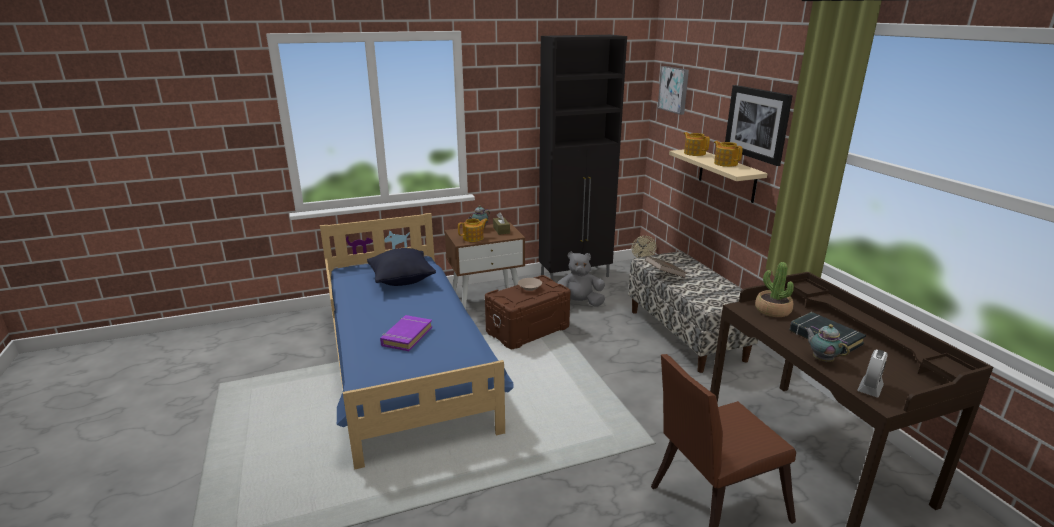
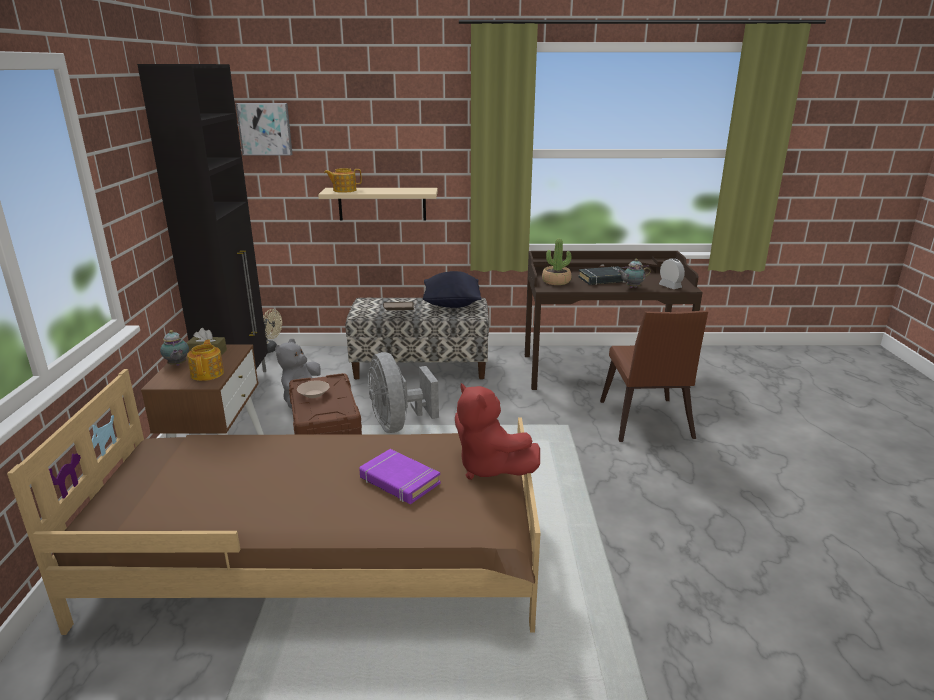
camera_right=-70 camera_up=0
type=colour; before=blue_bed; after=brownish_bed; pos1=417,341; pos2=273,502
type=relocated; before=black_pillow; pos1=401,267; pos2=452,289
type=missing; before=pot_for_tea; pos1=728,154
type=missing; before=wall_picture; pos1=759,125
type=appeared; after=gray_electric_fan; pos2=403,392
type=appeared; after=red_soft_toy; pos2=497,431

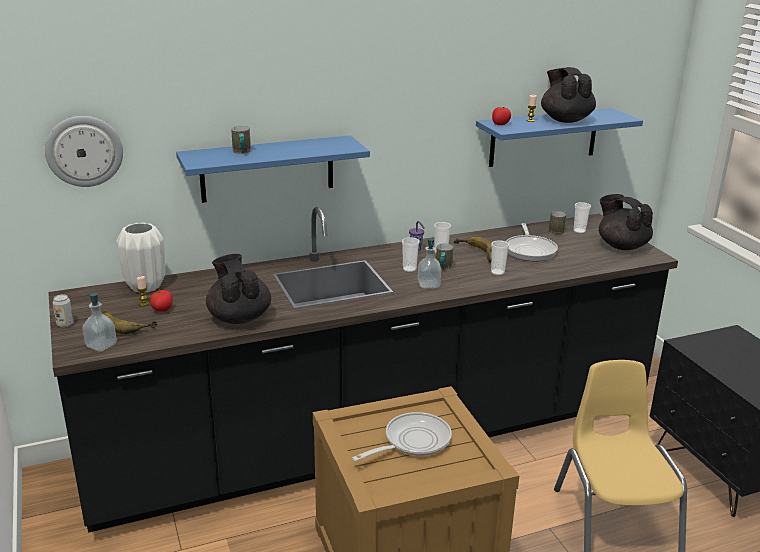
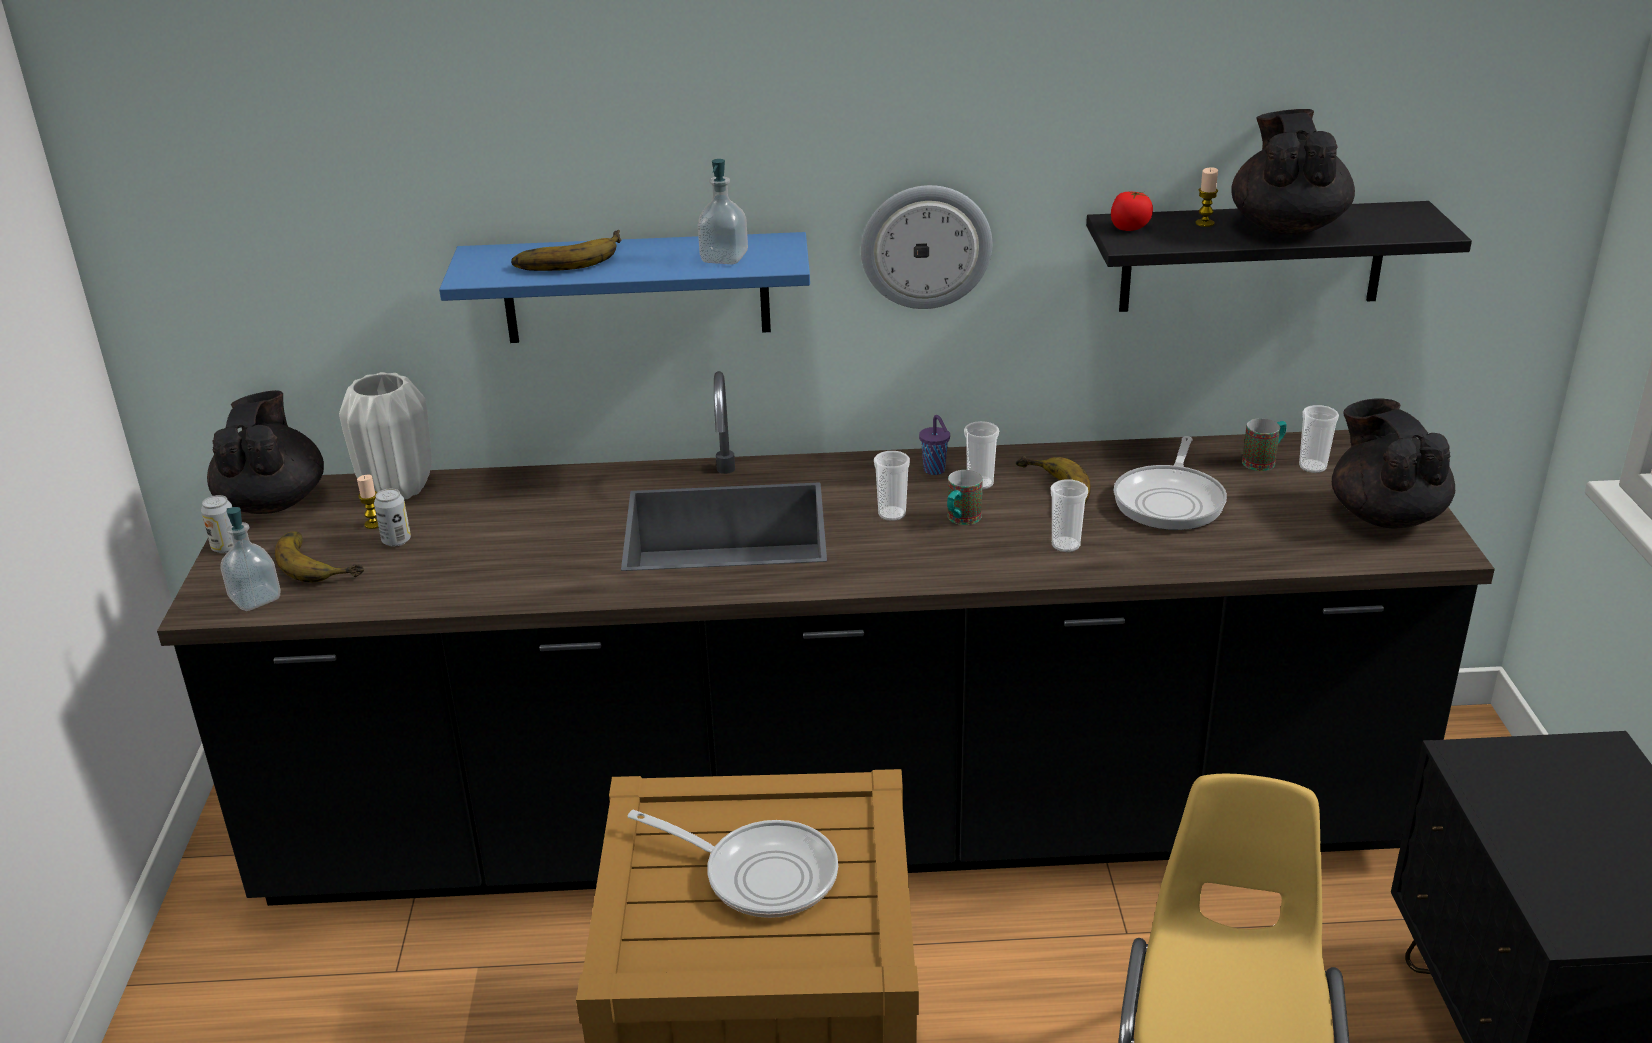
camera_right=20 camera_up=5
type=relocated; before=hanging_clock; pos1=84,151; pos2=926,247
type=exchanged; before=fresh_tomato; after=metal_can; pos1=161,301; pos2=392,517
type=relocated; before=black_pot_for_tea; pos1=238,289; pos2=265,452
type=exchanged; before=tea_mug; after=banana_fruit; pos1=241,140; pos2=566,250
type=spun; before=skillet; pos1=402,436; pos2=733,864; turn=45
type=relocated; before=liquid_soap_bottle; pos1=429,263; pos2=723,211
type=colour; before=blue_bracket_shelf; after=black_bracket_shelf; pos1=559,137; pos2=1279,256

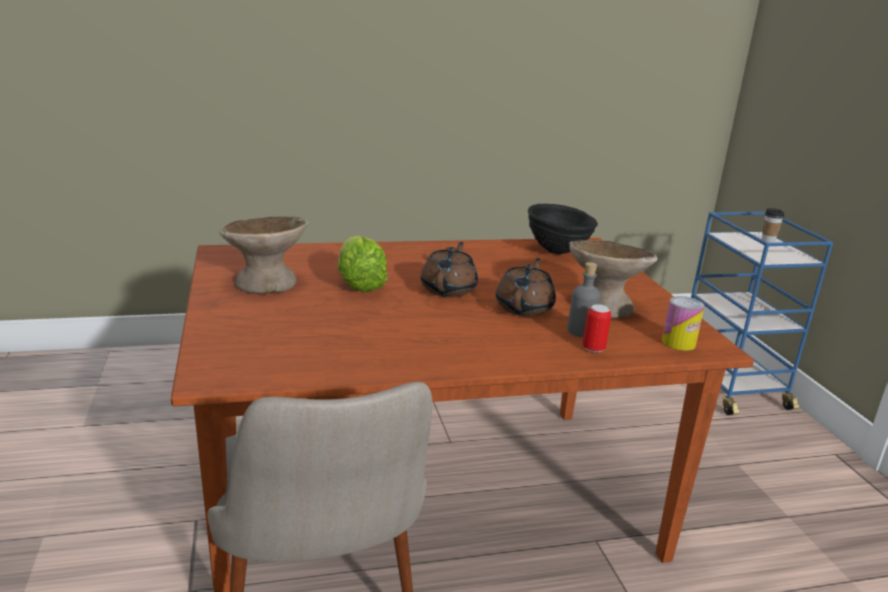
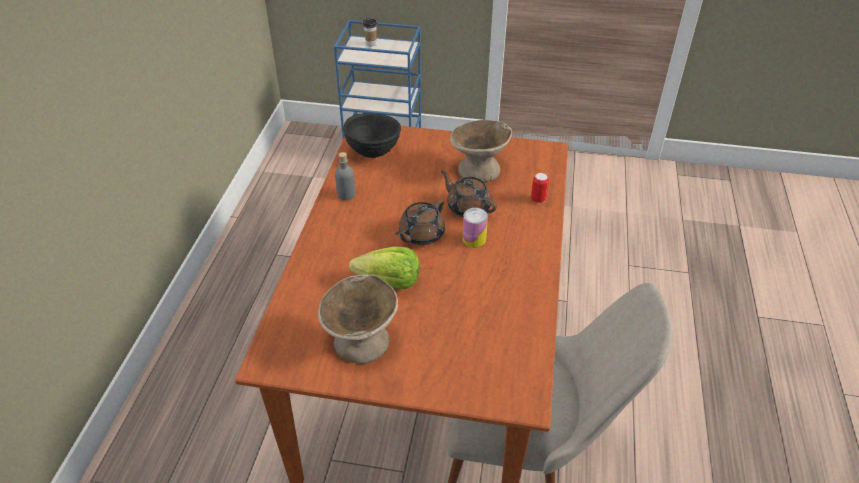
camera_right=-65 camera_up=20
type=spun; before=brownish_pot_for_tea; pos1=449,269; pos2=420,222; turn=-90
type=relocated; before=gray_bottle; pos1=583,299; pos2=345,176
type=relocated; before=metal_can; pos1=683,323; pos2=475,228

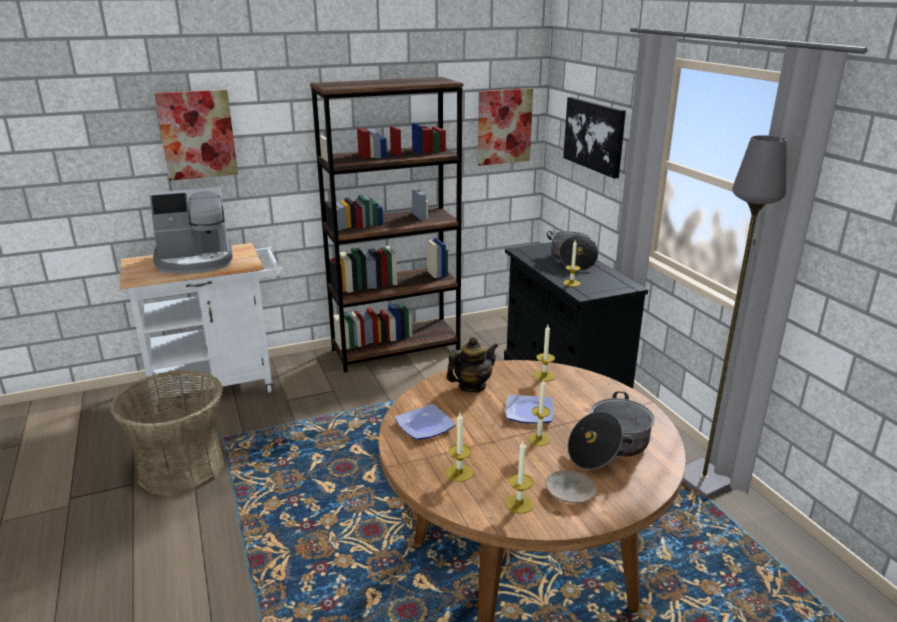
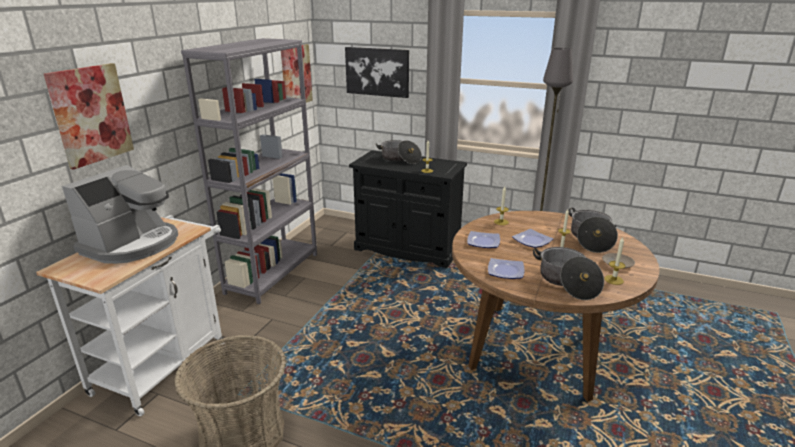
camera_right=-45 camera_up=0
type=colour; before=brownish_shelving_unit; after=gray_shelving_unit; pos1=386,224; pos2=249,171
type=exchanged; before=pot_for_tea; after=dinner_plate; pos1=472,364; pos2=483,239
type=exchanged; before=wax_candle; after=cooking_pot; pos1=459,447; pos2=568,273

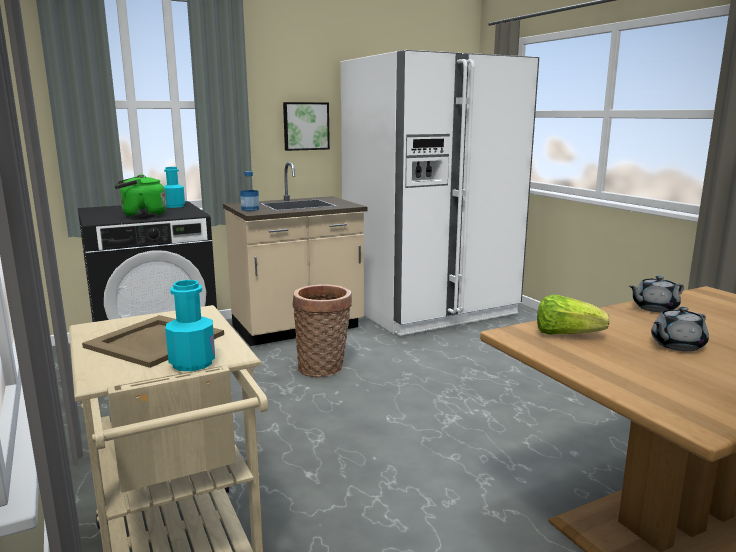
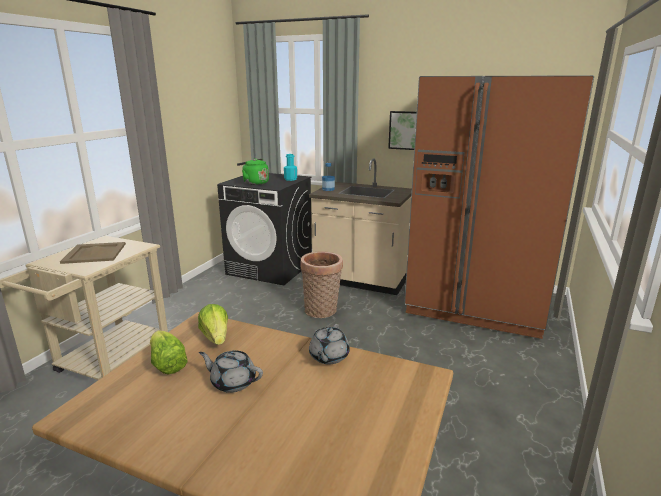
camera_right=50 camera_up=5
type=missing; before=blue-green_bottle; pos1=190,325
type=colour; before=white_fridge; after=brownish_fridge; pos1=440,193; pos2=499,207
type=spun; before=gray_pot_for_tea; pos1=656,293; pos2=329,344; turn=-105
type=appeared; after=lettuce; pos2=169,352

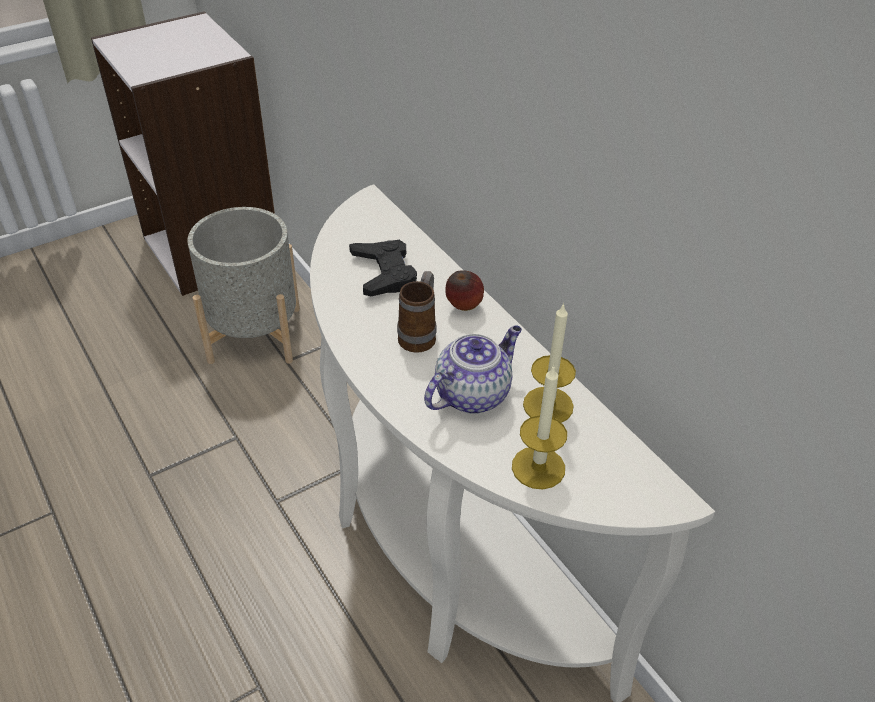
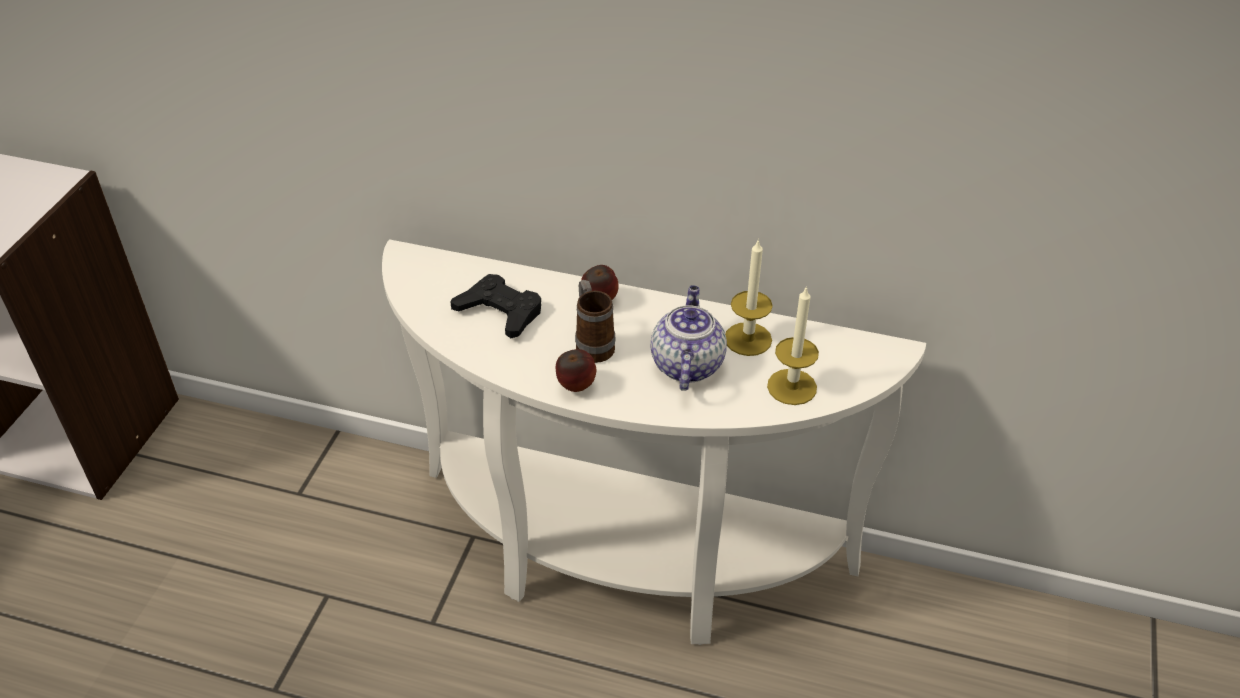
camera_right=-40 camera_up=0
type=missing; before=gray_plant_pot; pos1=243,285
type=appeared; after=apple_fruit; pos2=576,370

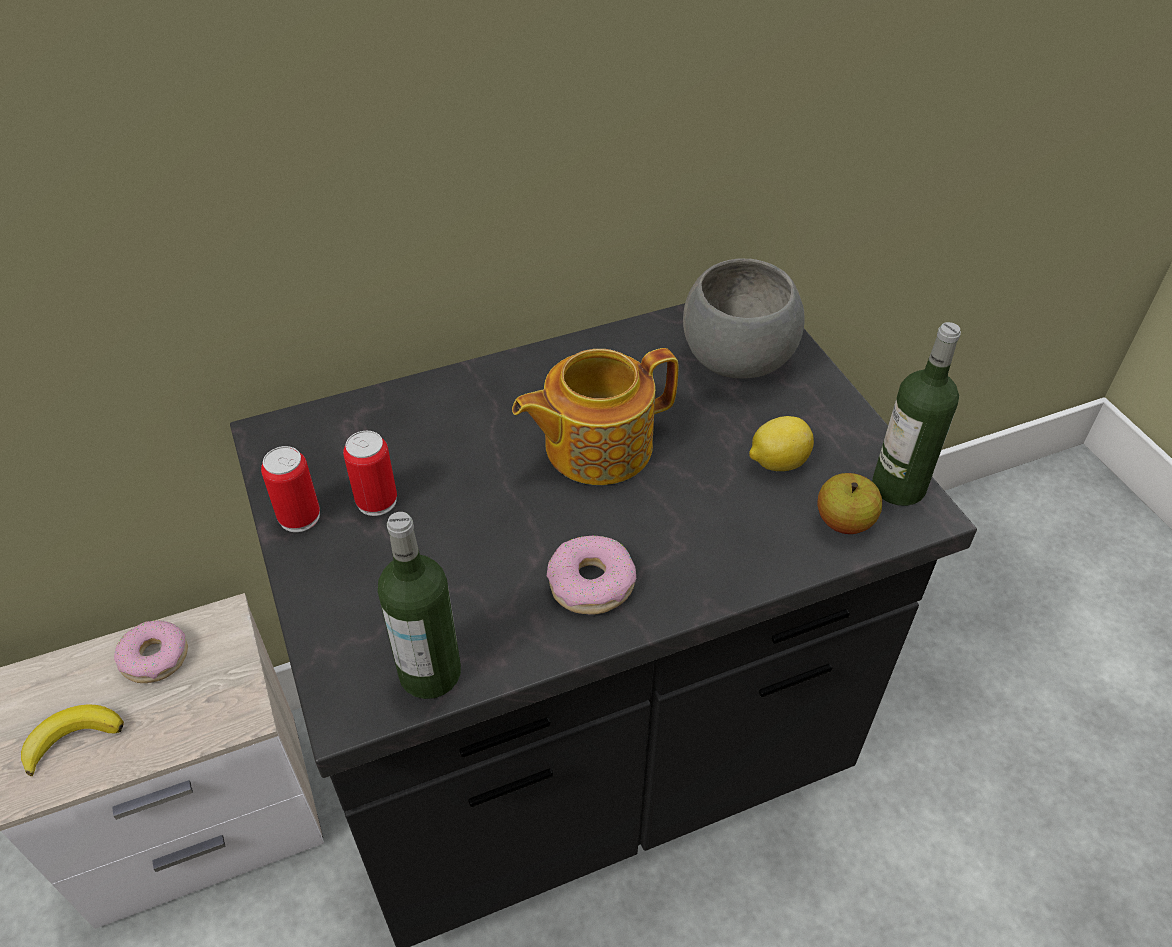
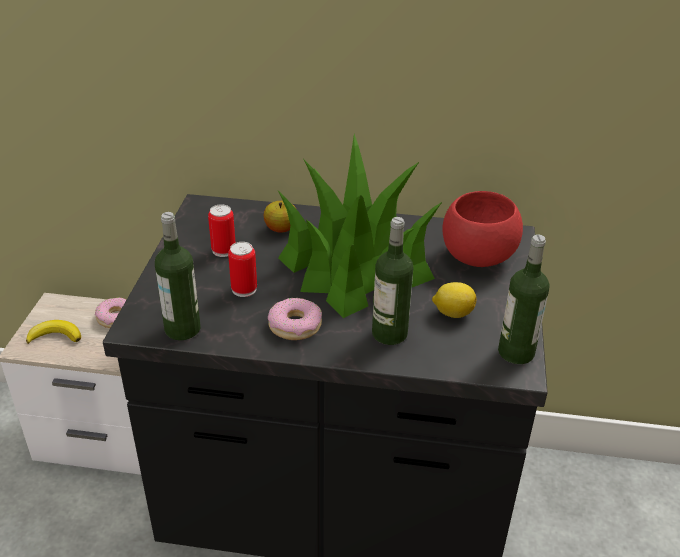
camera_right=30 camera_up=-10
type=relocated; before=metal_can; pos1=290,489; pos2=242,269
type=exchanged; before=pot_for_tea; after=houseplant; pos1=595,416; pos2=360,226
type=colour; before=gray_serving_bowl; after=red_serving_bowl; pos1=744,318; pos2=482,229
type=relocated; before=apple_fruit; pos1=849,503; pos2=279,217
type=appeared; after=bottle; pos2=392,281

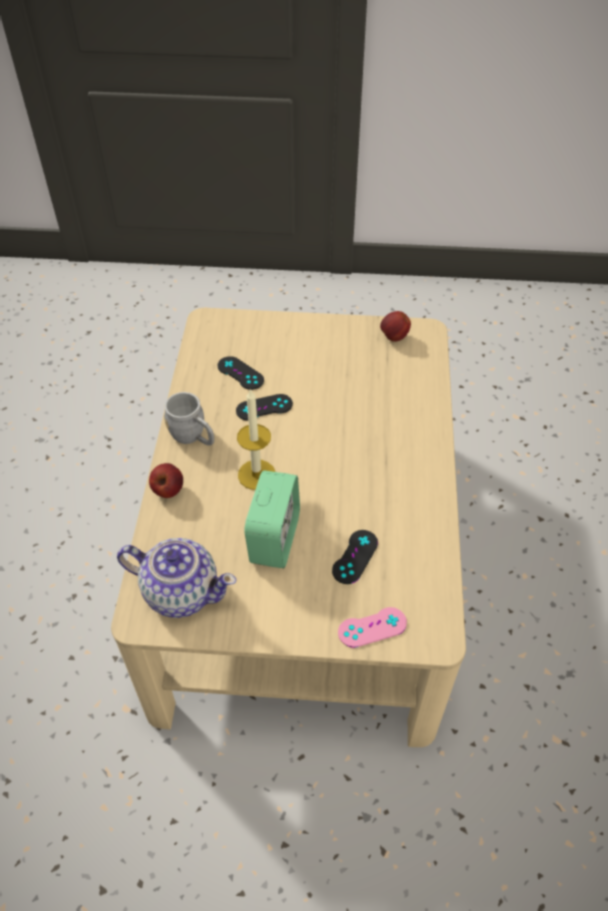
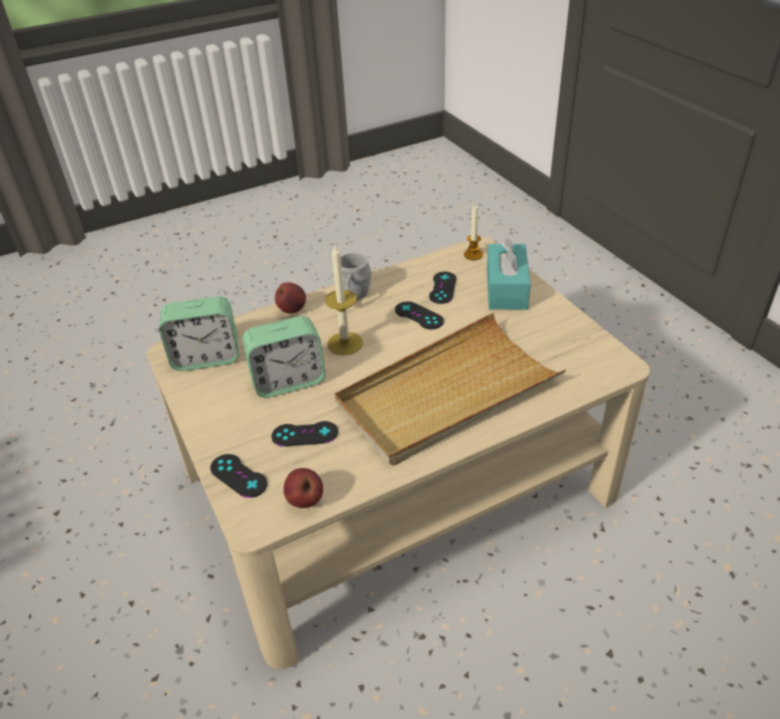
camera_right=60 camera_up=-10
type=exchanged; before=pot_for_tea; after=table_clock; pos1=176,578; pos2=199,333
type=colour; before=pinkish_gamepad; after=black_gamepad; pos1=372,627; pos2=238,476
type=relocated; before=apple_fruit; pos1=395,326; pos2=303,488
type=appeared; after=sand-coloured_tray; pos2=450,389
type=appeared; after=wax_candle; pos2=473,232
type=appeared; after=blue-green_tissue_box; pos2=509,272

